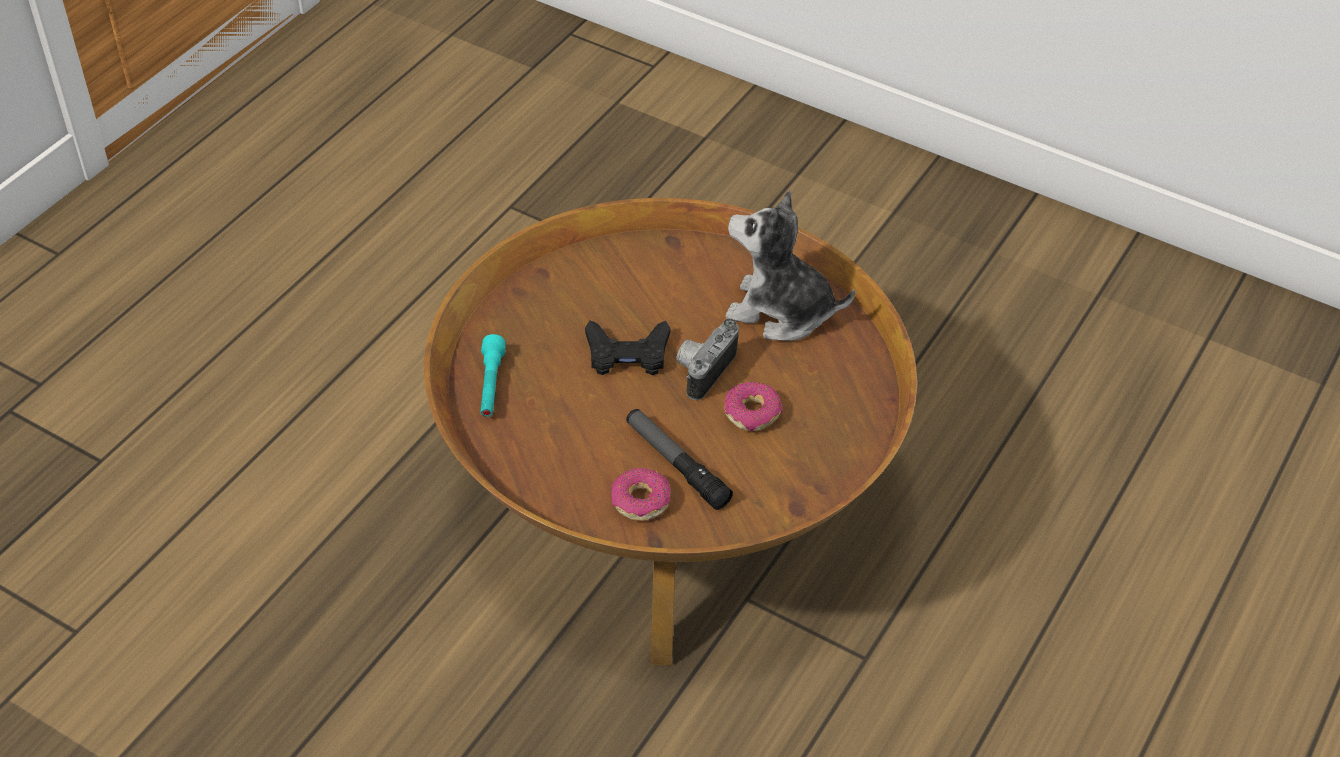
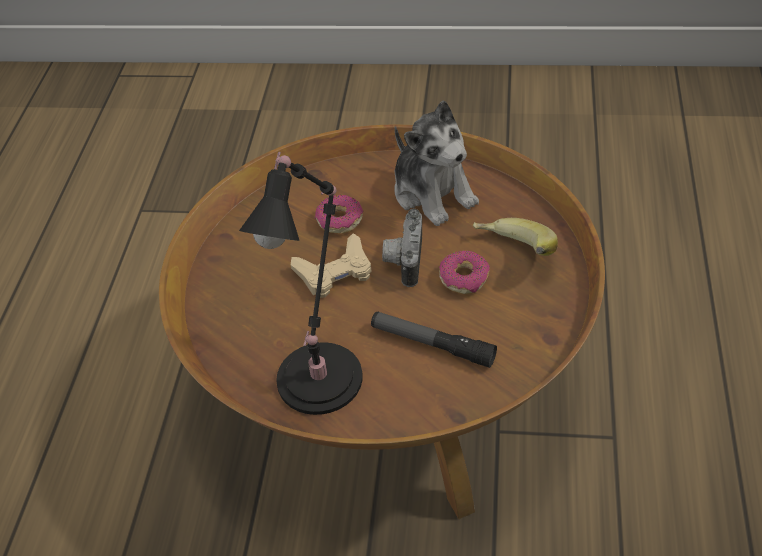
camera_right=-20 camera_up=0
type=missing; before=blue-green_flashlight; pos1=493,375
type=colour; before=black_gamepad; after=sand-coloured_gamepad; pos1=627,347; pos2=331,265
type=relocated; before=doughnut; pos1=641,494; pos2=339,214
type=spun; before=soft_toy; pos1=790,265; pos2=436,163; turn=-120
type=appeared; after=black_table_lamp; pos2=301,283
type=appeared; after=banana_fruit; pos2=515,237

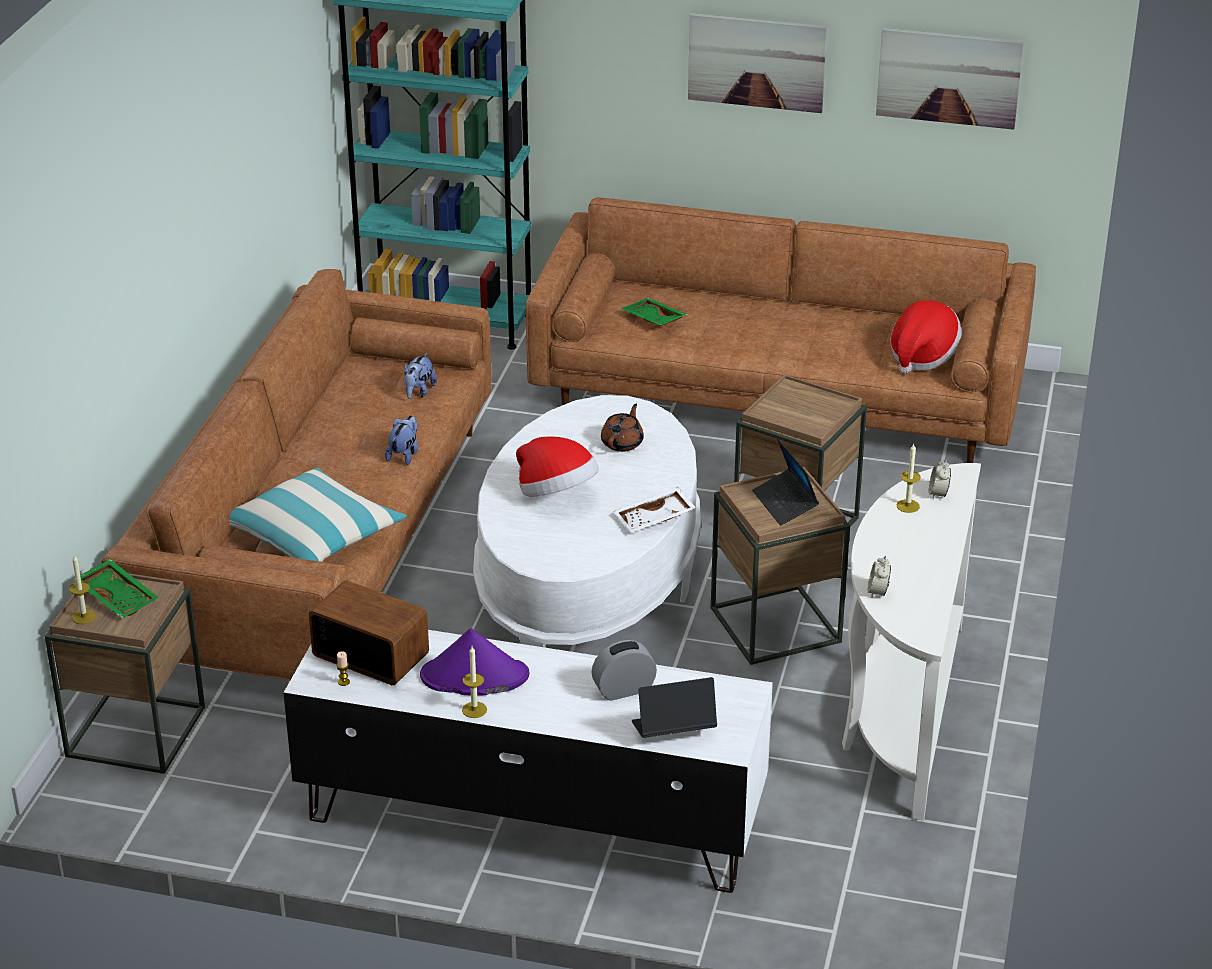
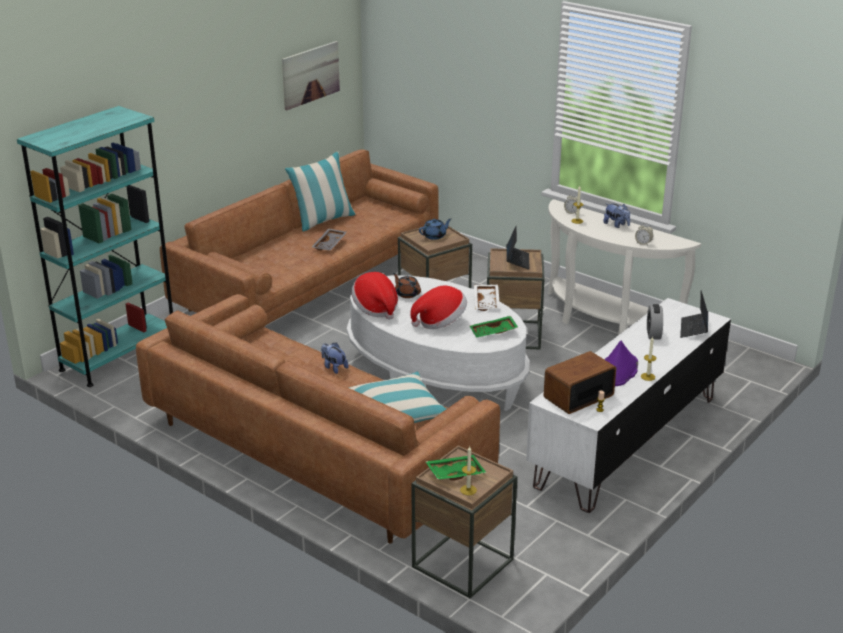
camera_right=-65 camera_up=-5
type=relocated; before=soft_toy; pos1=420,376; pos2=616,216
type=relocated; before=greenish_tray; pos1=654,312; pos2=494,327
type=missing; before=wall_picture; pos1=757,63
type=spun; before=notebook_computer; pos1=785,482; pos2=518,247; turn=-90
type=relocated; before=clothing_hat; pos1=926,337; pos2=374,296
type=appeared; after=pillow; pos2=320,192
type=appeared; after=gray_tray; pos2=329,240
type=appeared; after=blue_pot_for_tea; pos2=435,229

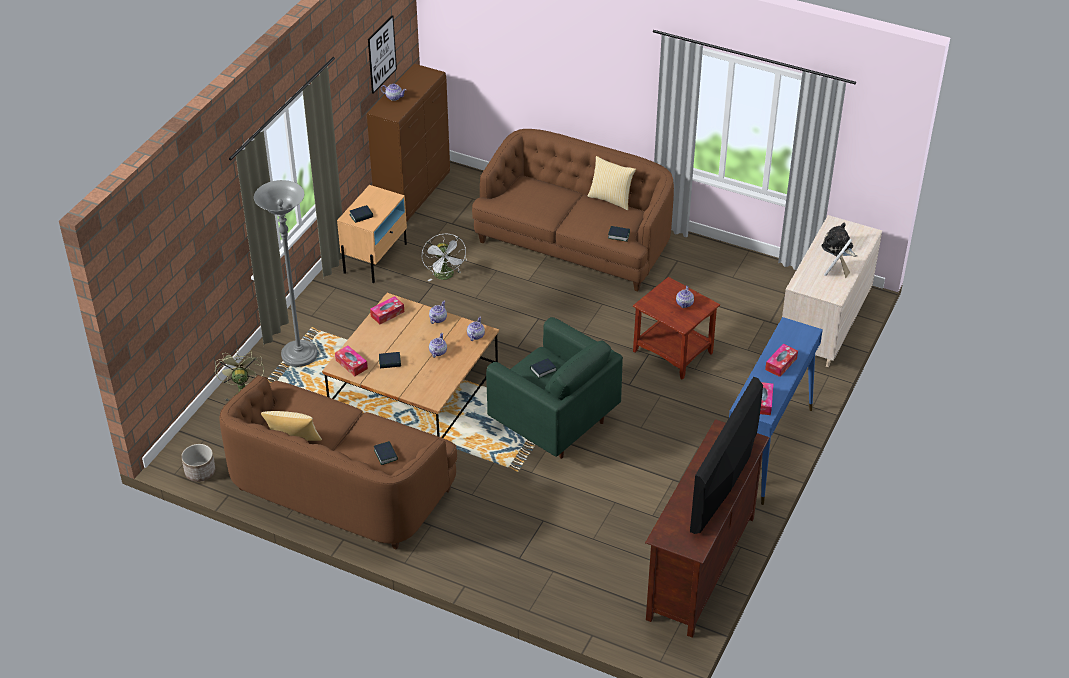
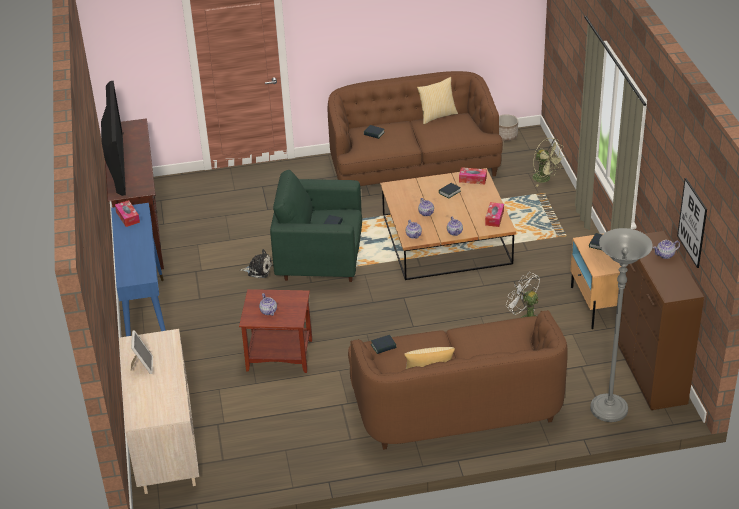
camera_right=145 camera_up=-5
type=relocated; before=gray_standing_lamp; pos1=286,273; pos2=621,325
type=missing; before=tissue_box; pos1=781,360
type=relocated; before=soft_toy; pos1=839,239; pos2=256,263

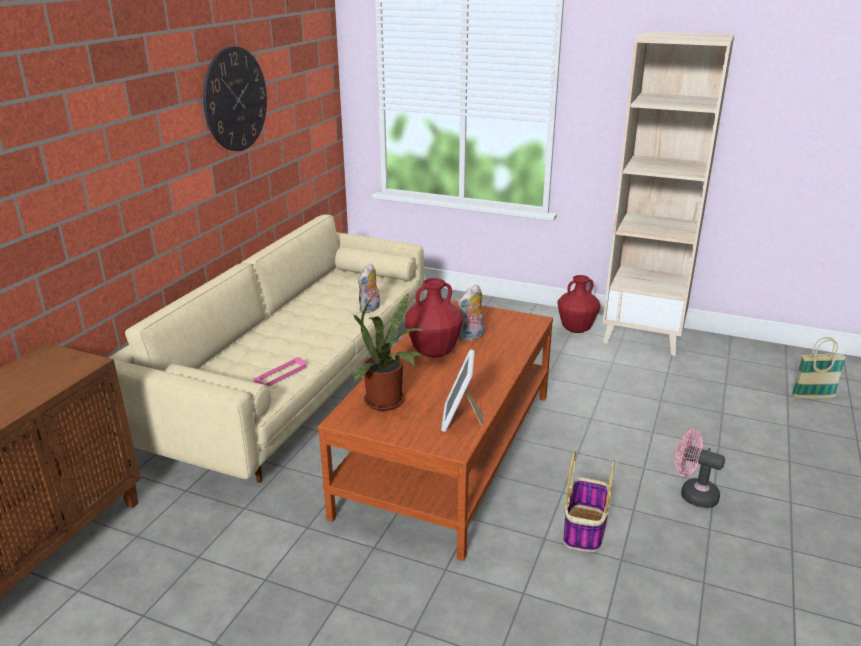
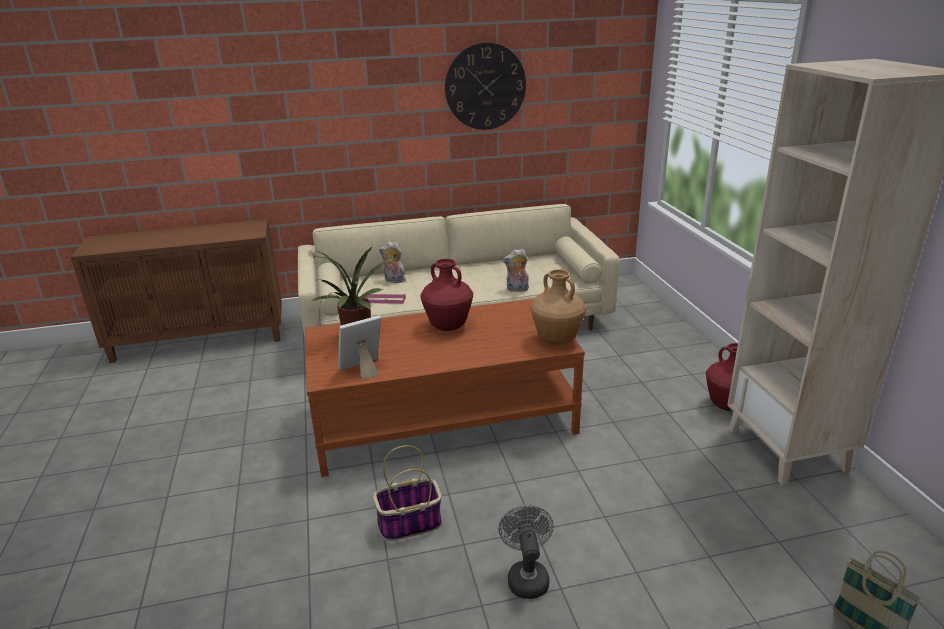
camera_right=55 camera_up=0
type=relocated; before=soft_toy; pos1=471,312; pos2=392,262
type=colour; before=pinkish_electric_fan; after=gray_electric_fan; pos1=700,468; pos2=526,552
type=appeared; after=brownish_vase; pos2=558,307

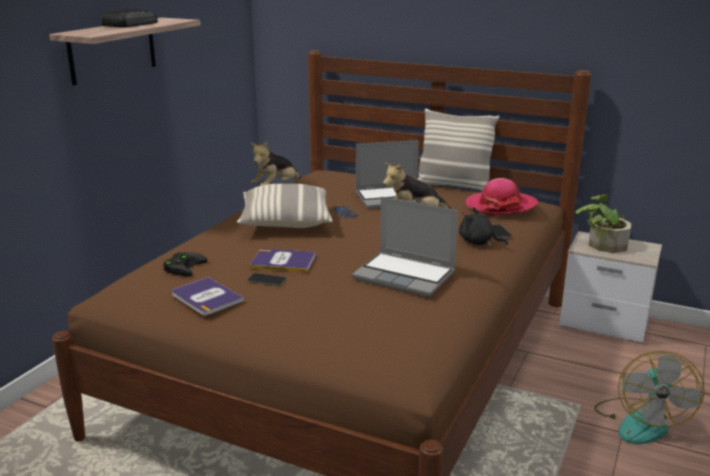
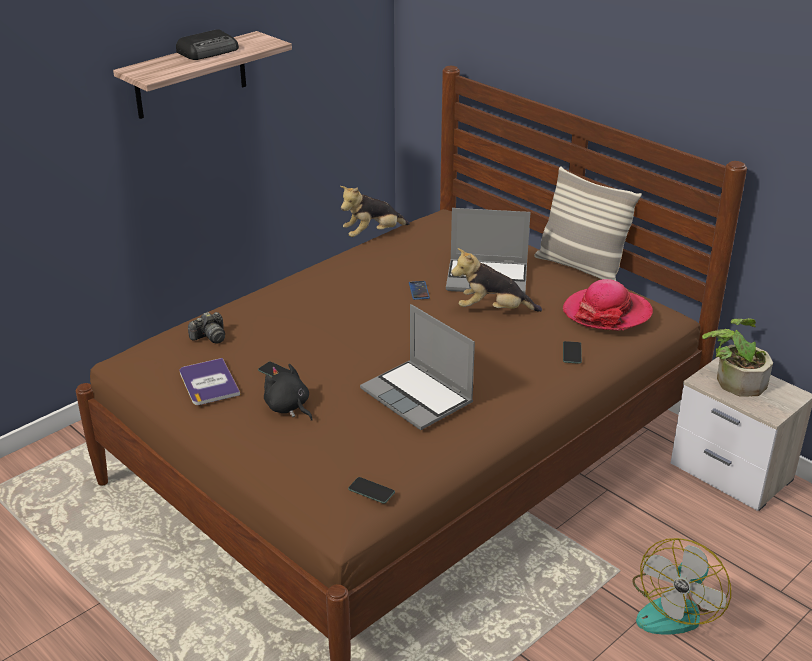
camera_right=20 camera_up=10
type=exchanged; before=black_gamepad; after=photo_camera; pos1=185,264; pos2=206,328
type=missing; before=pillow; pos1=285,206
type=missing; before=bound_book; pos1=282,260
type=relocated; before=black_soft_toy; pos1=483,226; pos2=288,392
type=appeared; after=handset; pos2=371,490

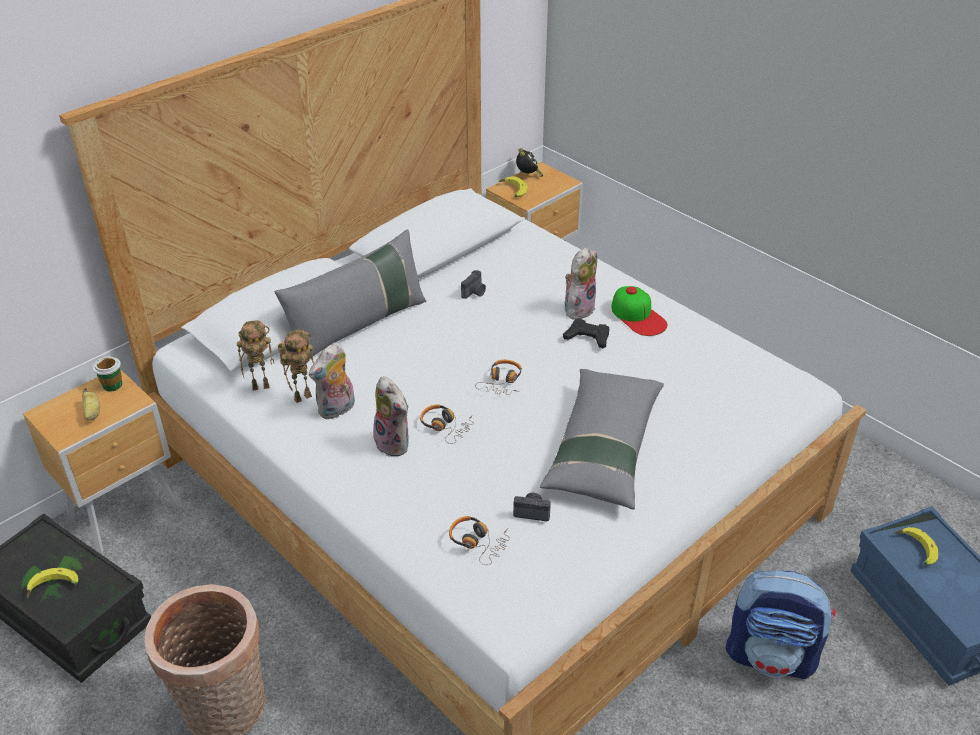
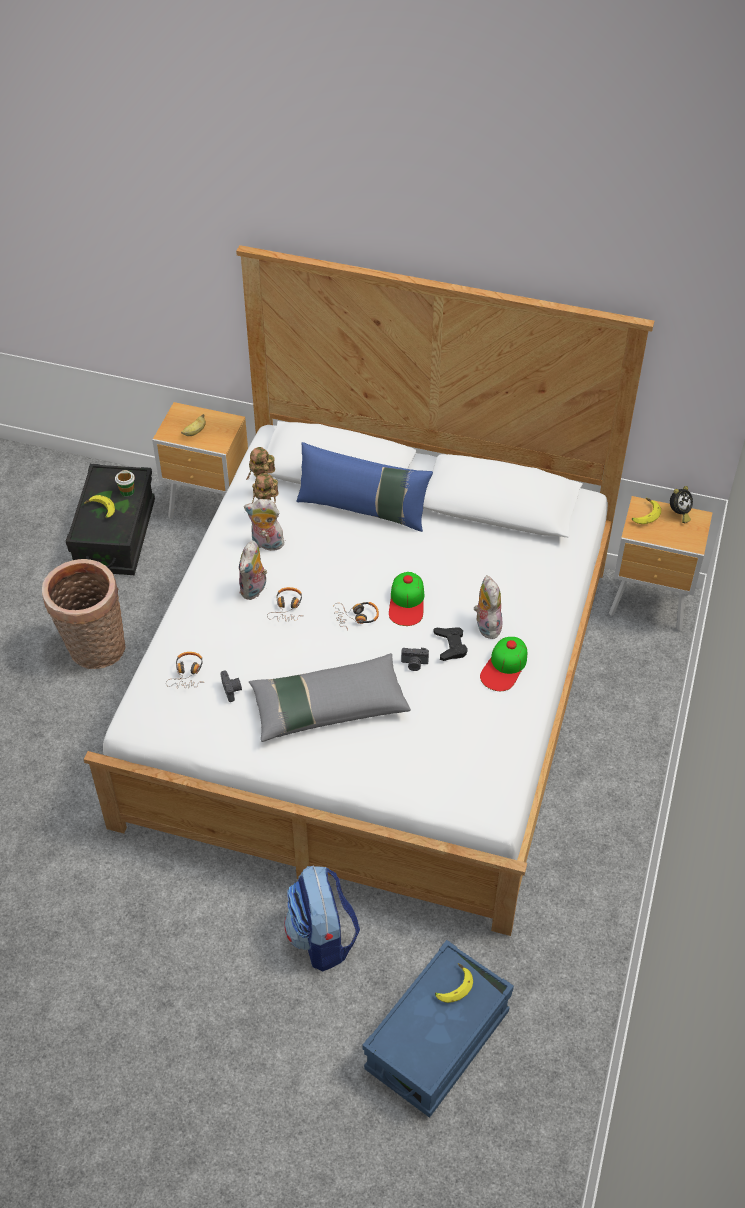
camera_right=60 camera_up=10
type=relocated; before=drinking_cup; pos1=107,374; pos2=125,483
type=colour; before=gray_pillow; after=blue_pillow; pos1=350,293; pos2=364,487
type=relocated; before=photo_camera; pos1=473,284; pos2=415,659
type=spun; before=soft_toy; pos1=581,283; pos2=488,607; turn=-105
type=appeared; after=peaked_cap; pos2=406,599

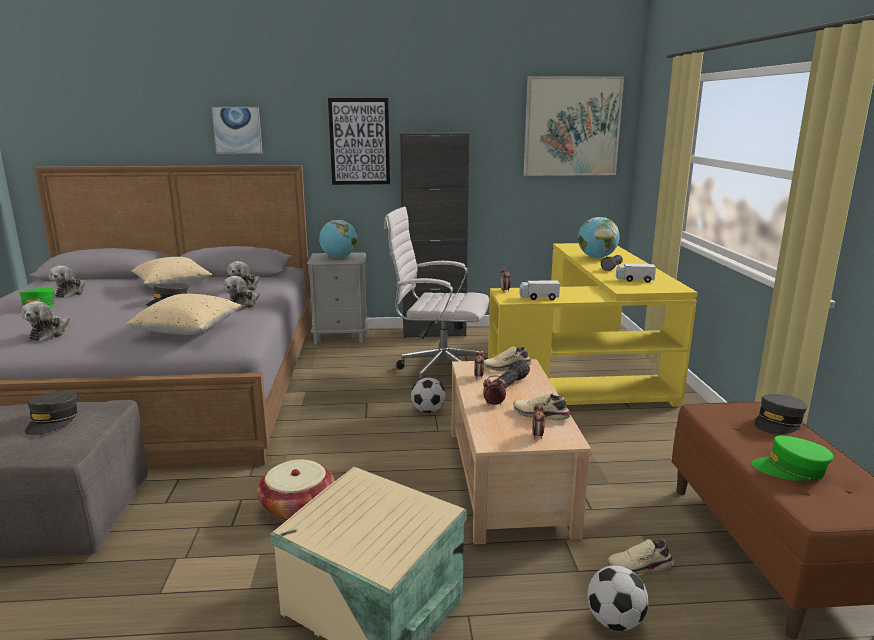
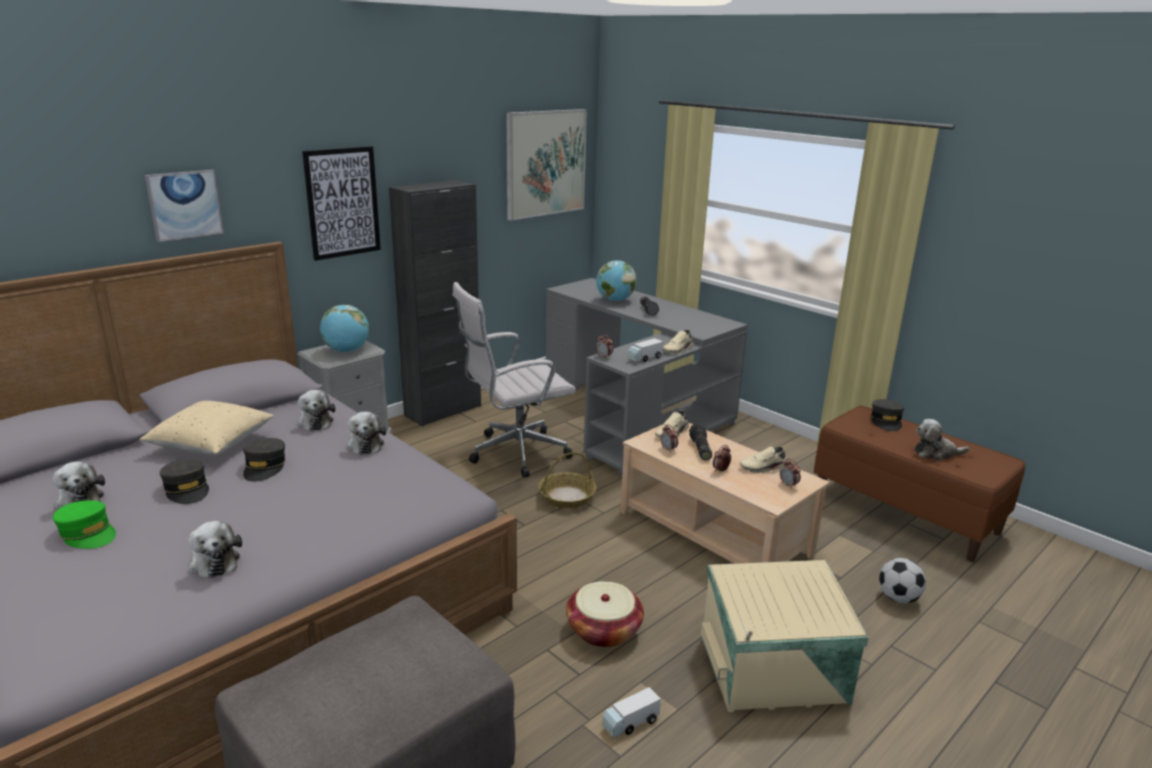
camera_right=-40 camera_up=5
type=relocated; before=gray_peaked_cap; pos1=51,413; pos2=184,481
type=missing; before=sand-coloured_pillow; pos1=184,314
type=exchanged; before=football_ball; after=storage_basket; pos1=428,395; pos2=567,480
type=colour; before=yellow_desk_table; after=gray_desk_table; pos1=593,325; pos2=647,377
type=relocated; before=sand-coloured_item_of_footwear; pos1=641,557; pos2=678,342
type=relocated; before=toy_truck; pos1=636,273; pos2=631,712
type=exchanged; before=greenish_peaked_cap; after=soft_toy; pos1=792,458; pos2=941,440

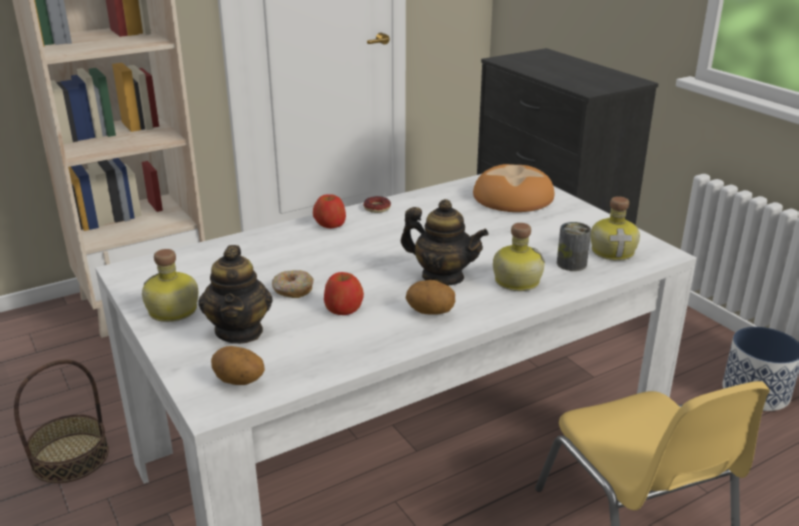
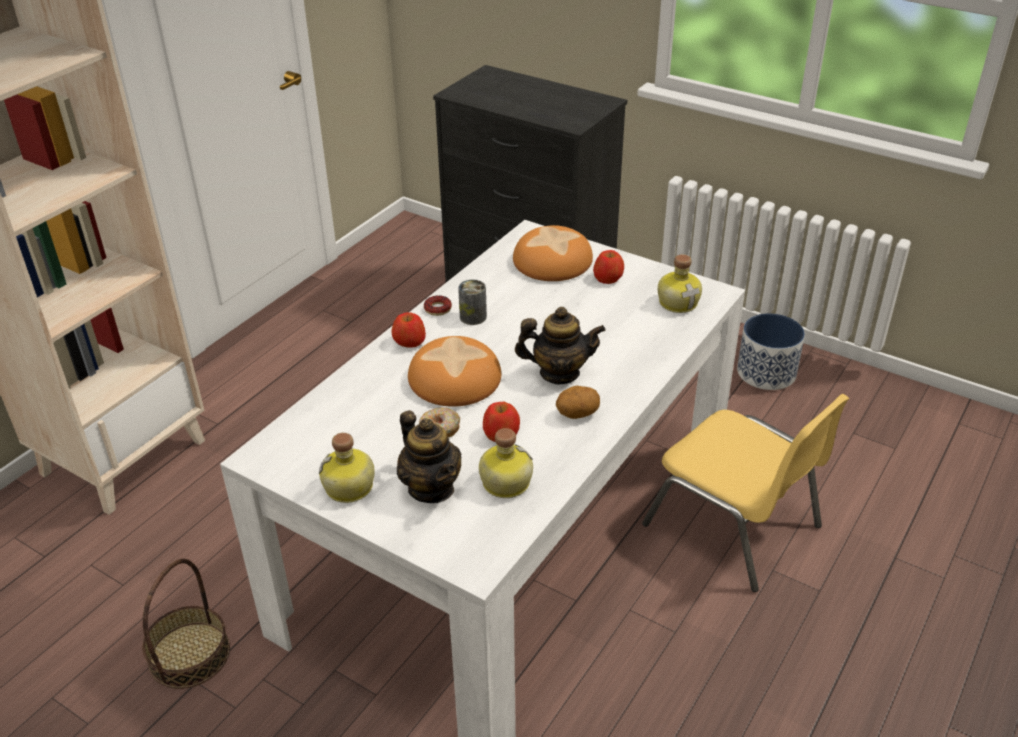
camera_right=-25 camera_up=10
type=missing; before=potato; pos1=238,365
type=relocated; before=bottle; pos1=519,257; pos2=506,463
type=relocated; before=metal_can; pos1=574,246; pos2=472,302
type=appeared; after=bread; pos2=454,371
type=appeared; after=apple_fruit; pos2=608,267

